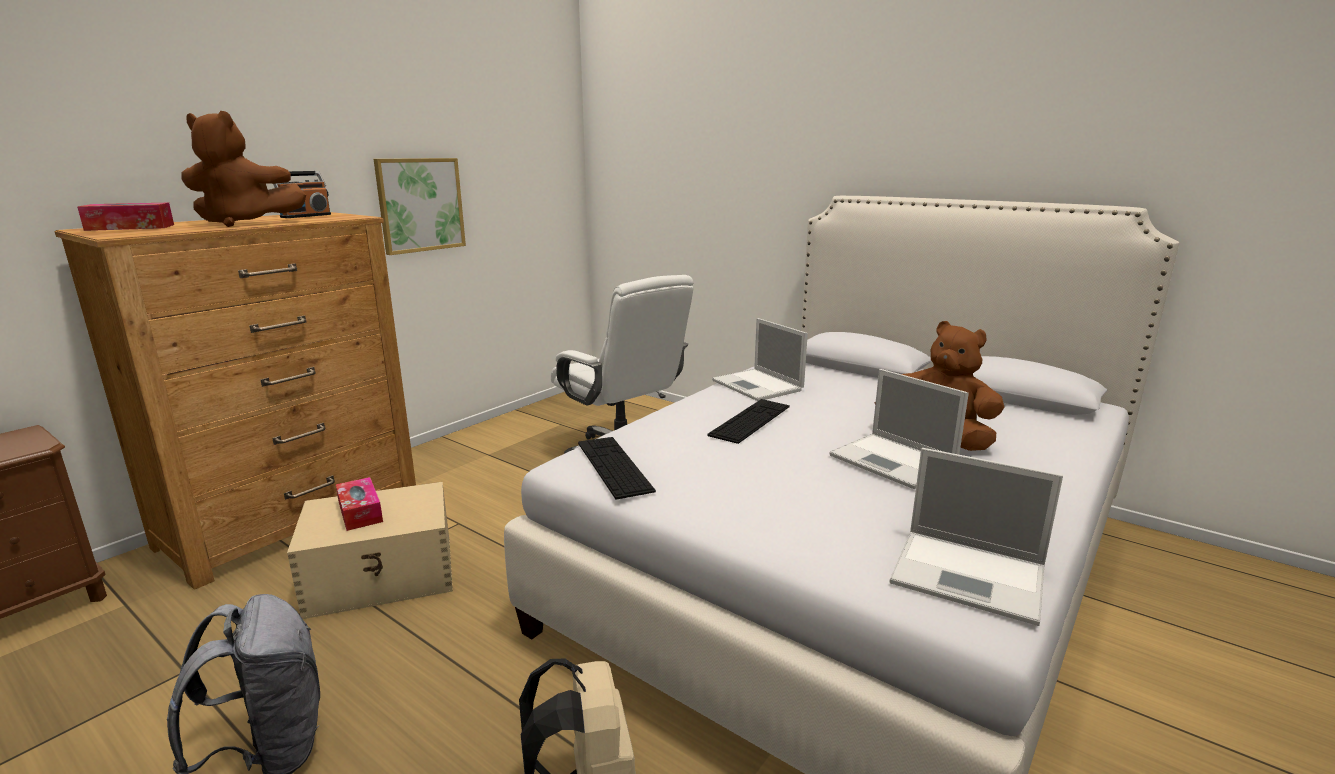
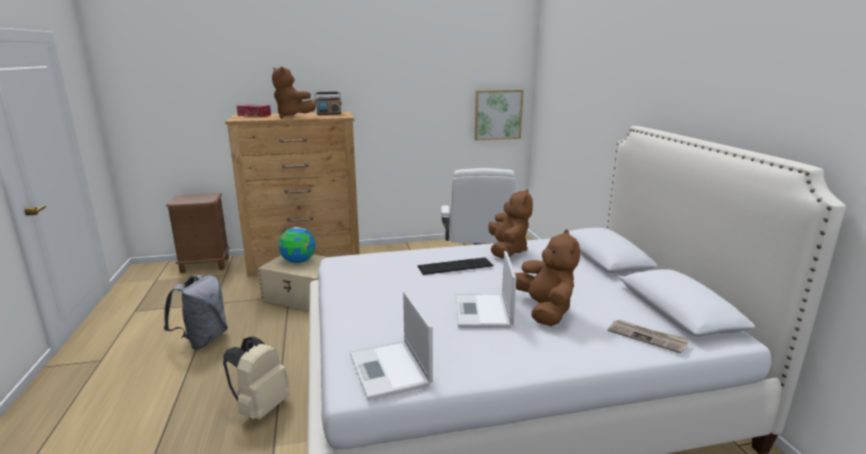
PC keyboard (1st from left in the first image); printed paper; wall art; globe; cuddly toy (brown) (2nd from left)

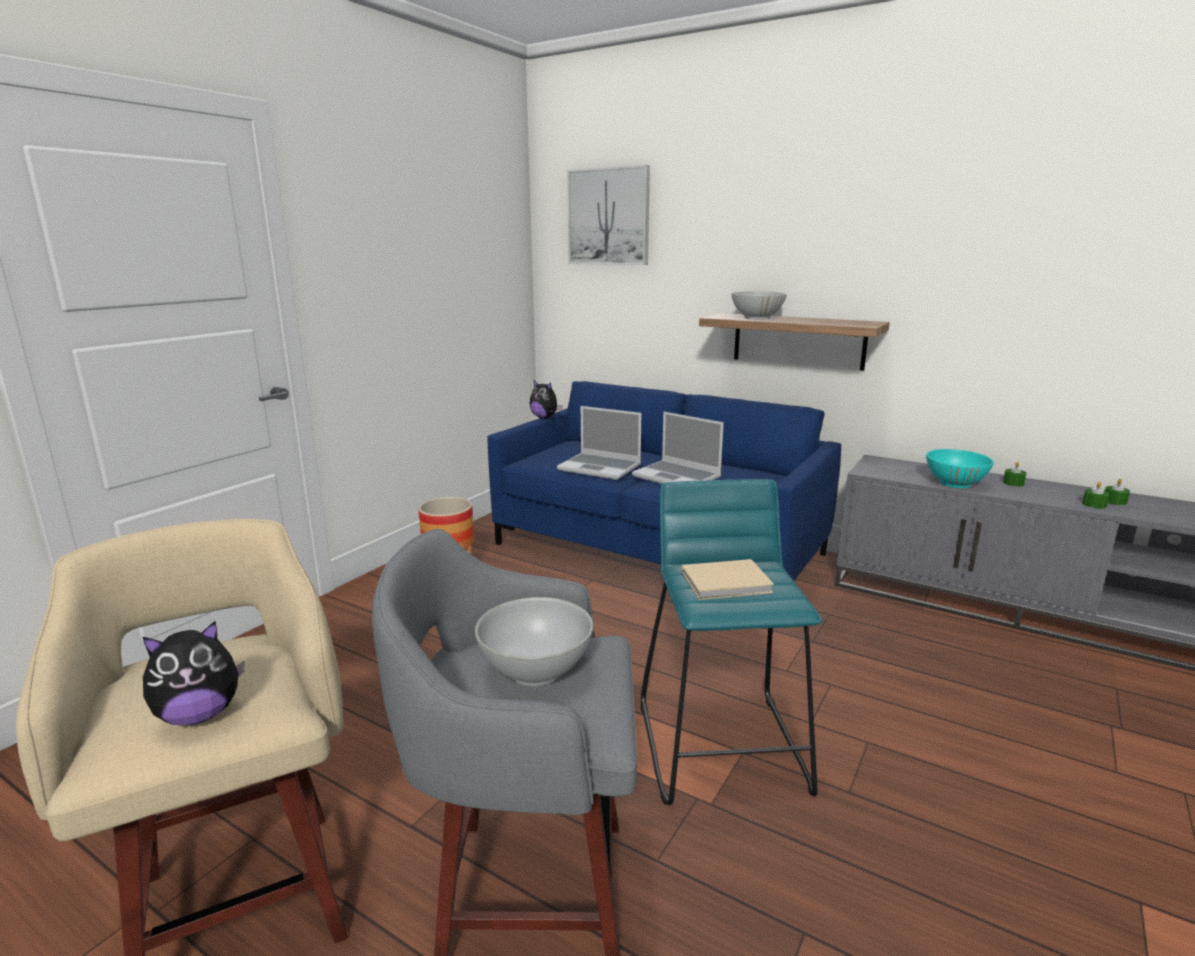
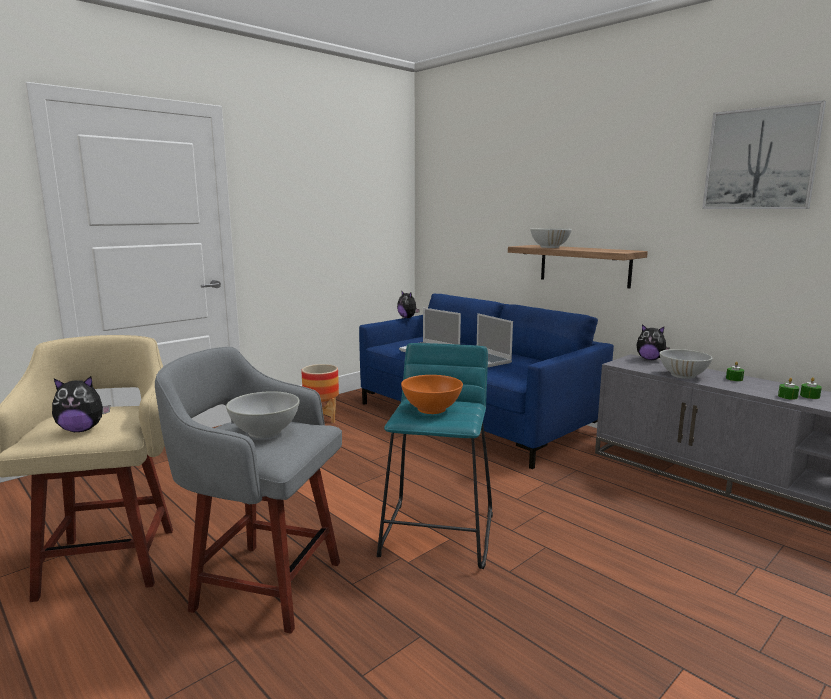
cuddly toy (3rd from left); wall art; serving bowl (orangey); serving bowl (whitish) (3rd from left)

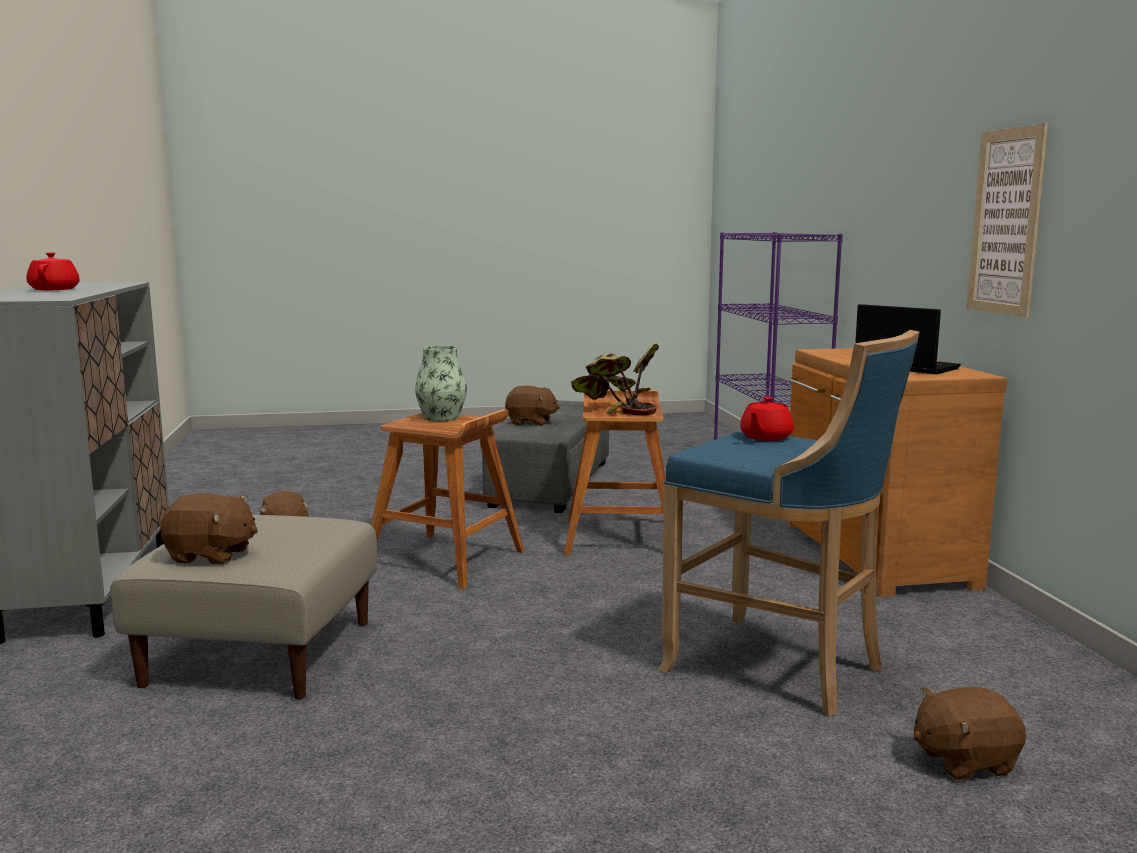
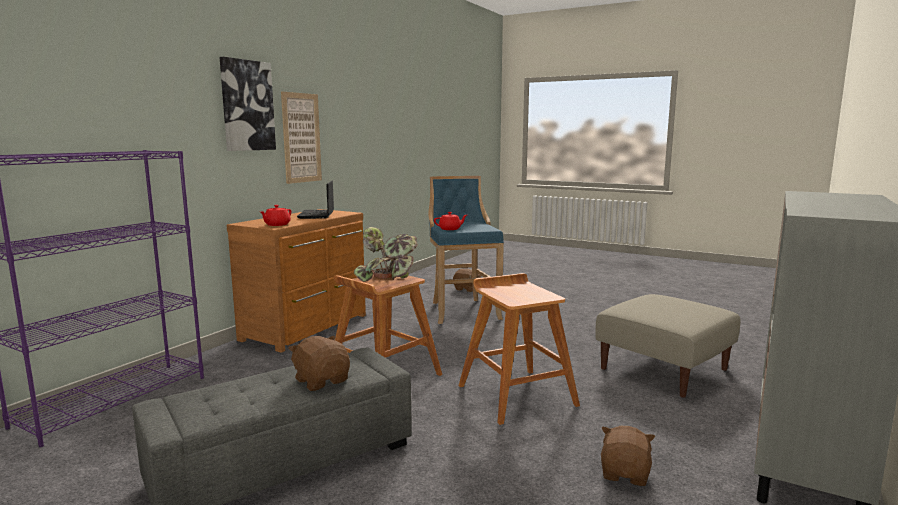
cuddly toy (brown) (1st from left in the first image); flower vase; wall art (1st from left); tea pot (red) (1st from left)

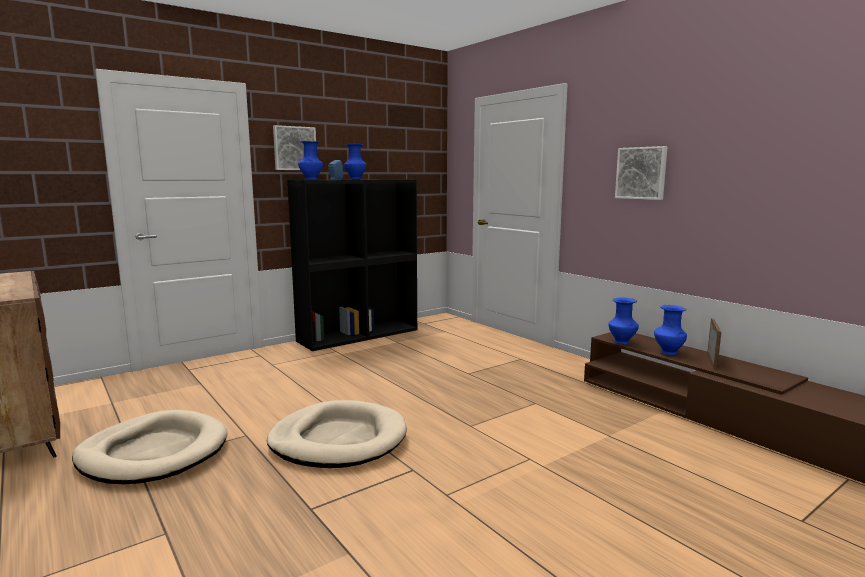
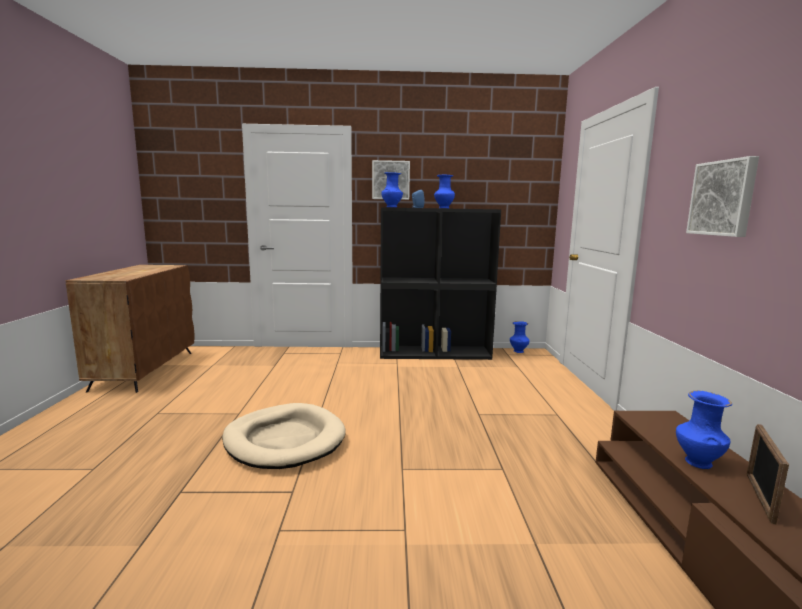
pet bed (beige-coloured) (1st from left in the first image); flower vase (blue) (3rd from left); standing frame

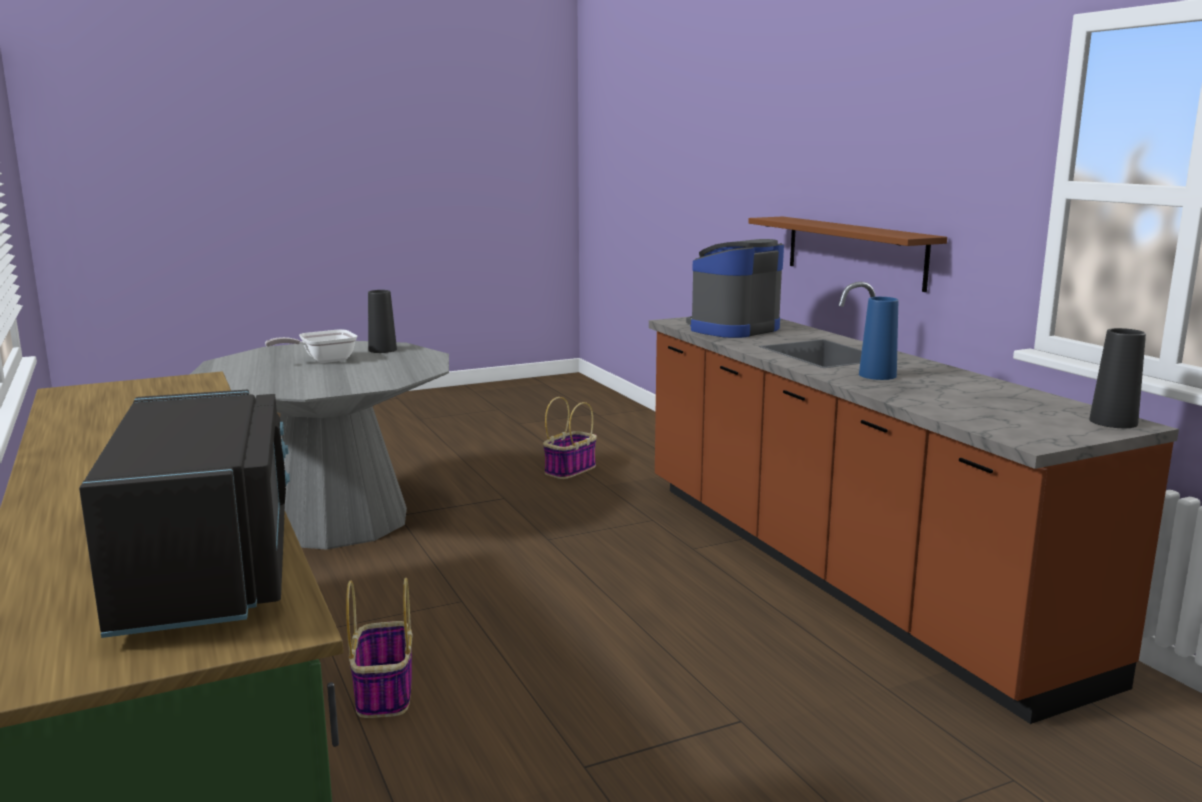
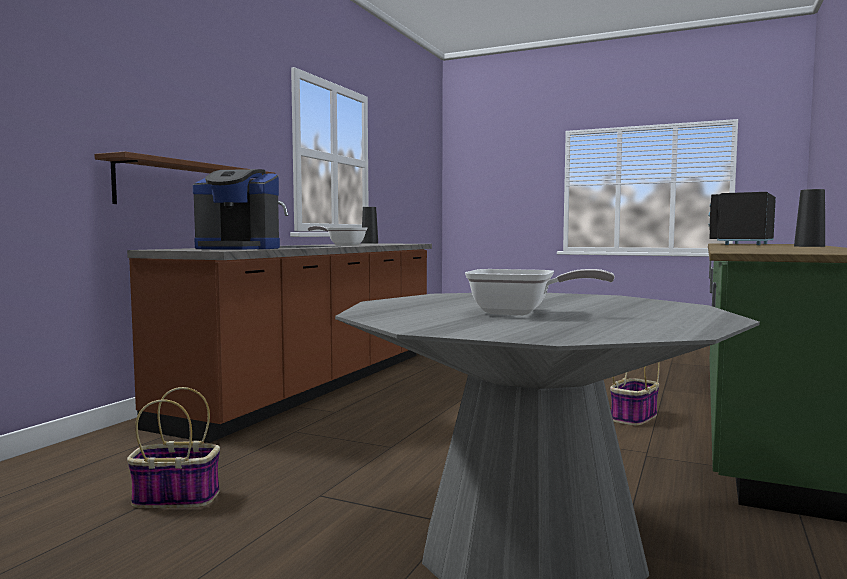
flower vase (black-coloured) (2nd from left); pan (1st from left)

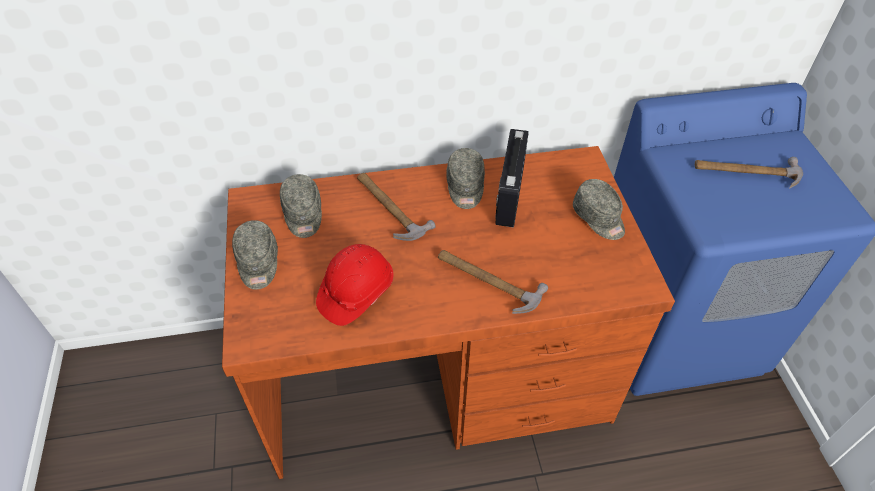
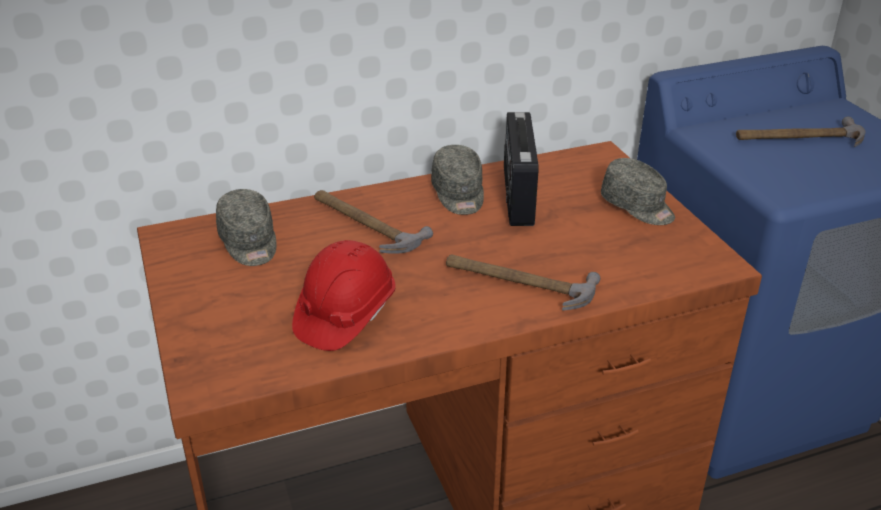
peaked cap (gray) (1st from left in the first image)

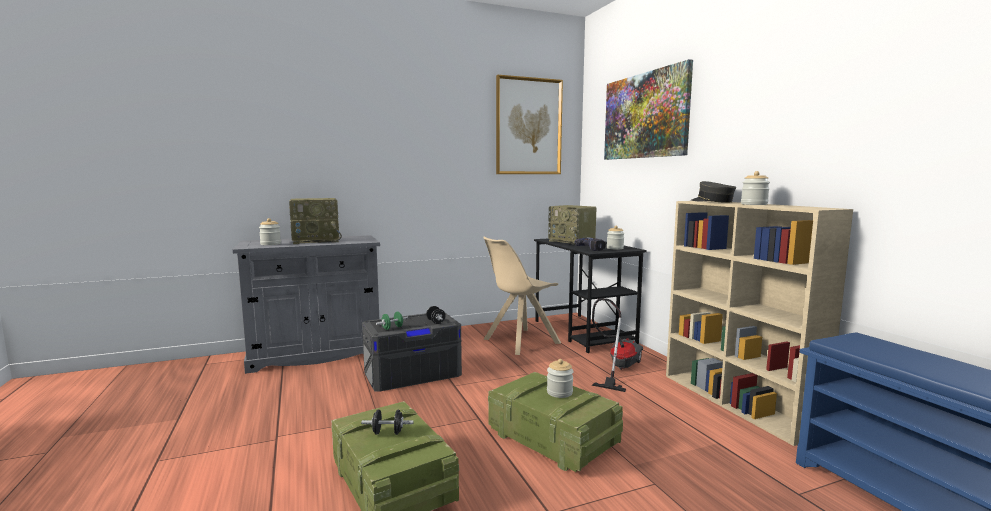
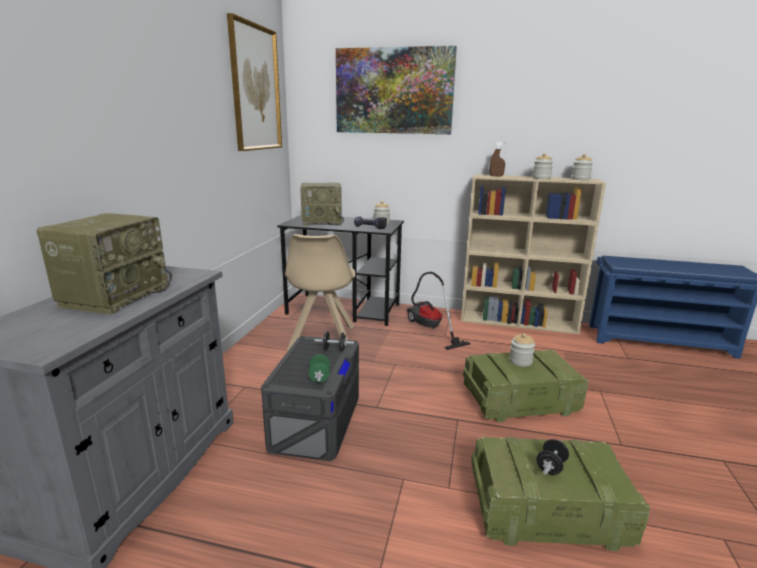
storage jar (4th from left); hand sprayer (brown)

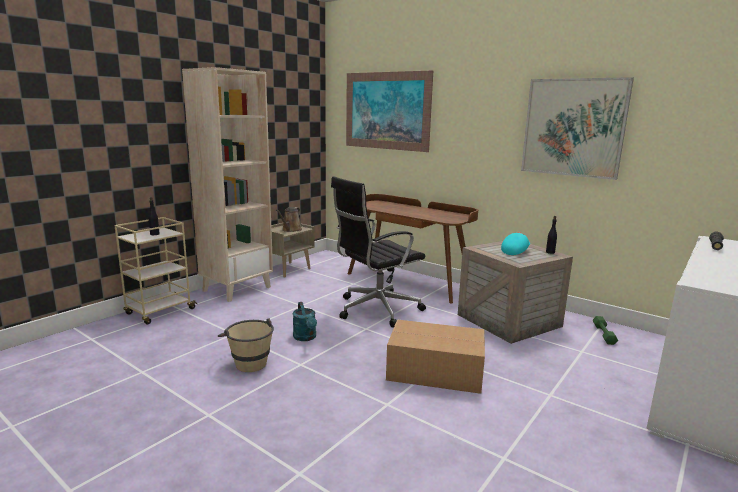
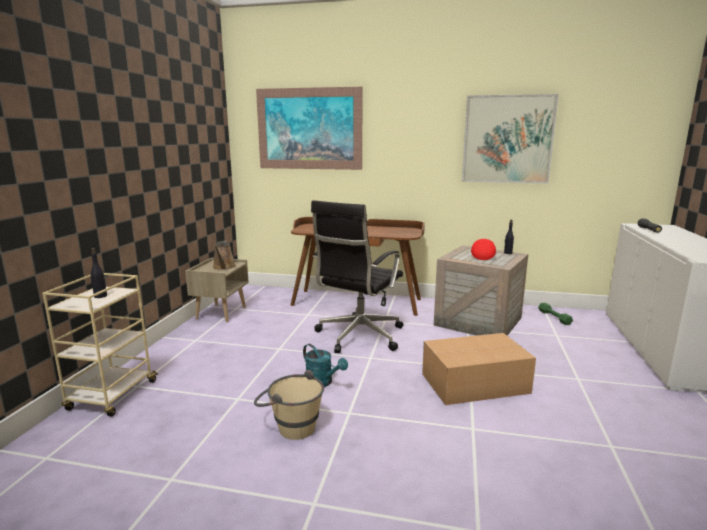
bookcase (beige-coloured); peaked cap (red)

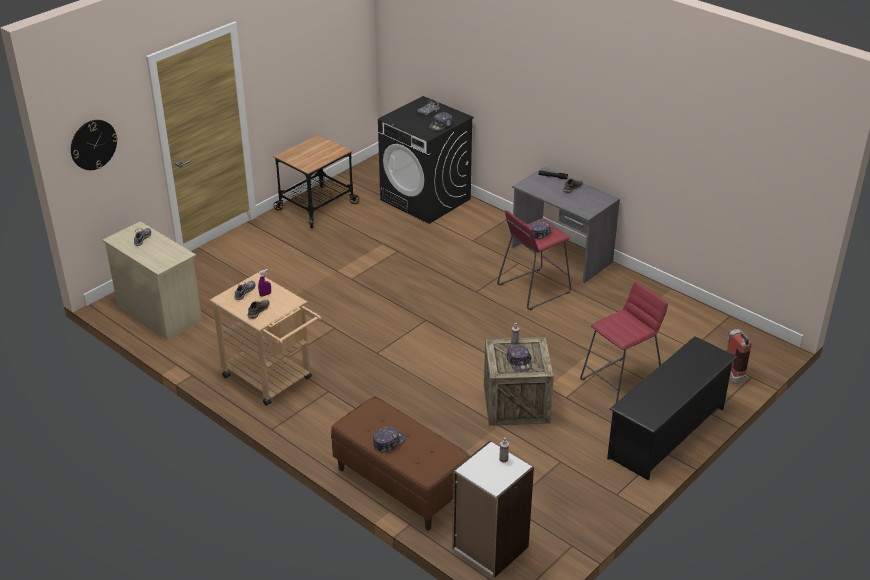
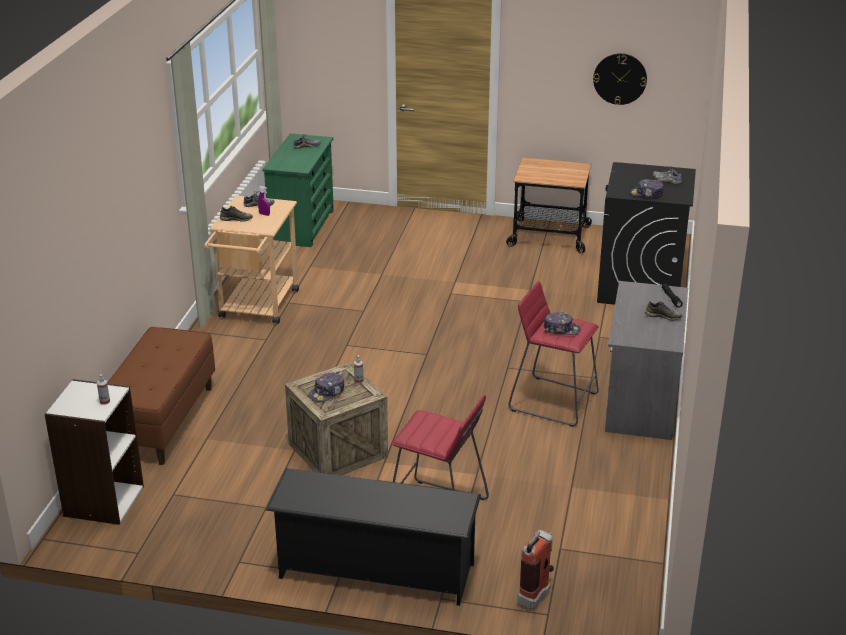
peaked cap (1st from left in the first image); hanging clock; dresser (greenish)

